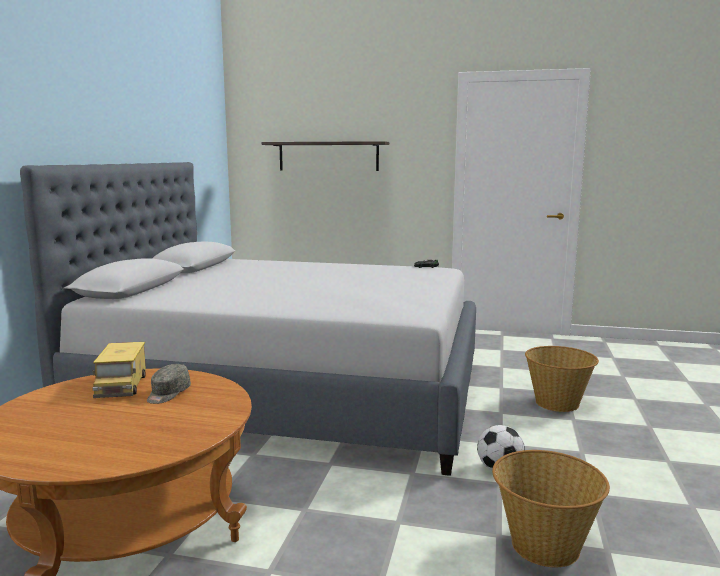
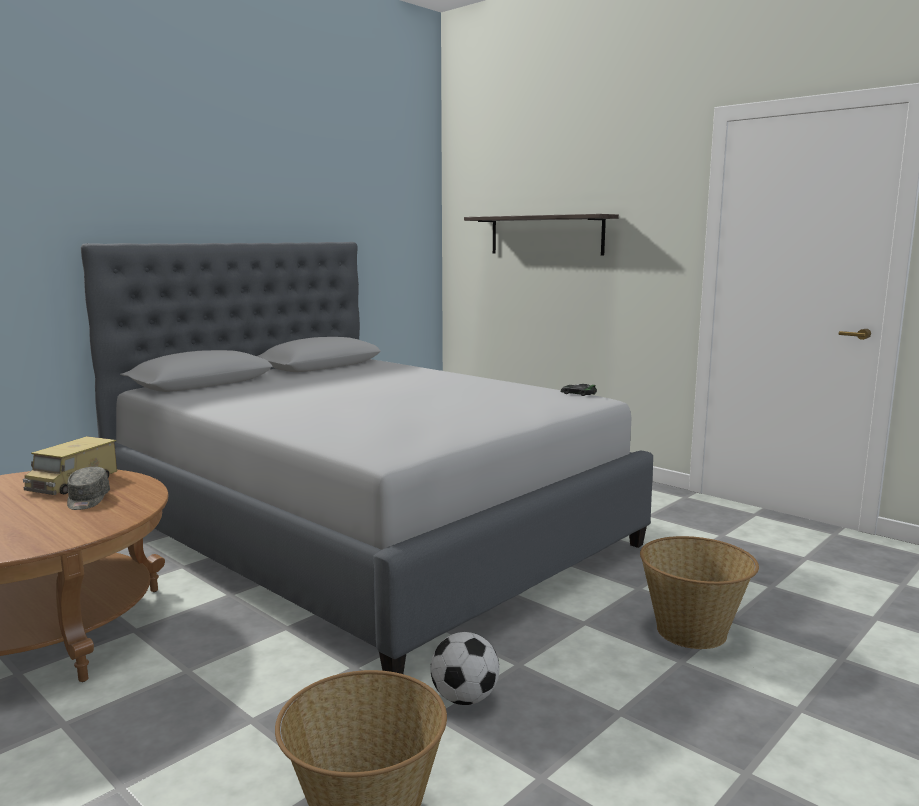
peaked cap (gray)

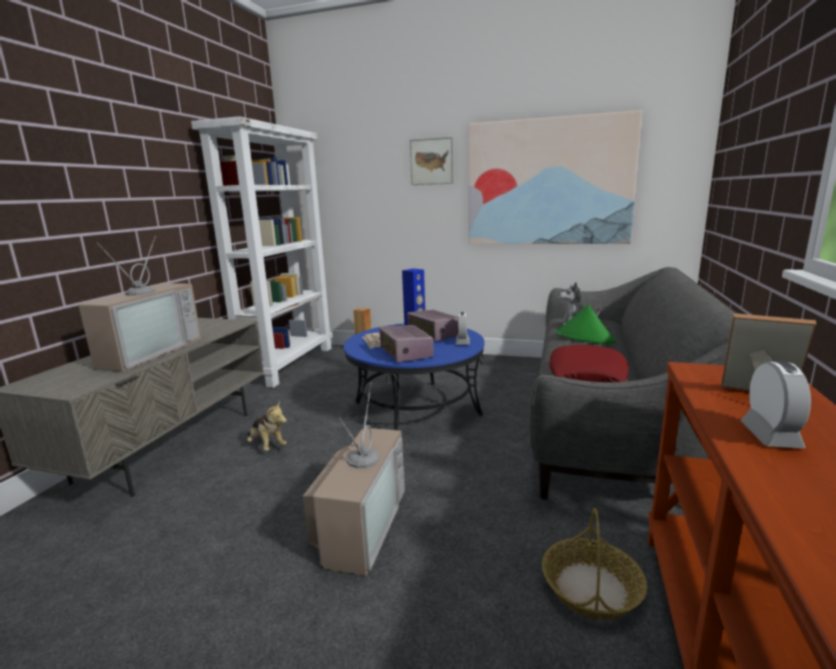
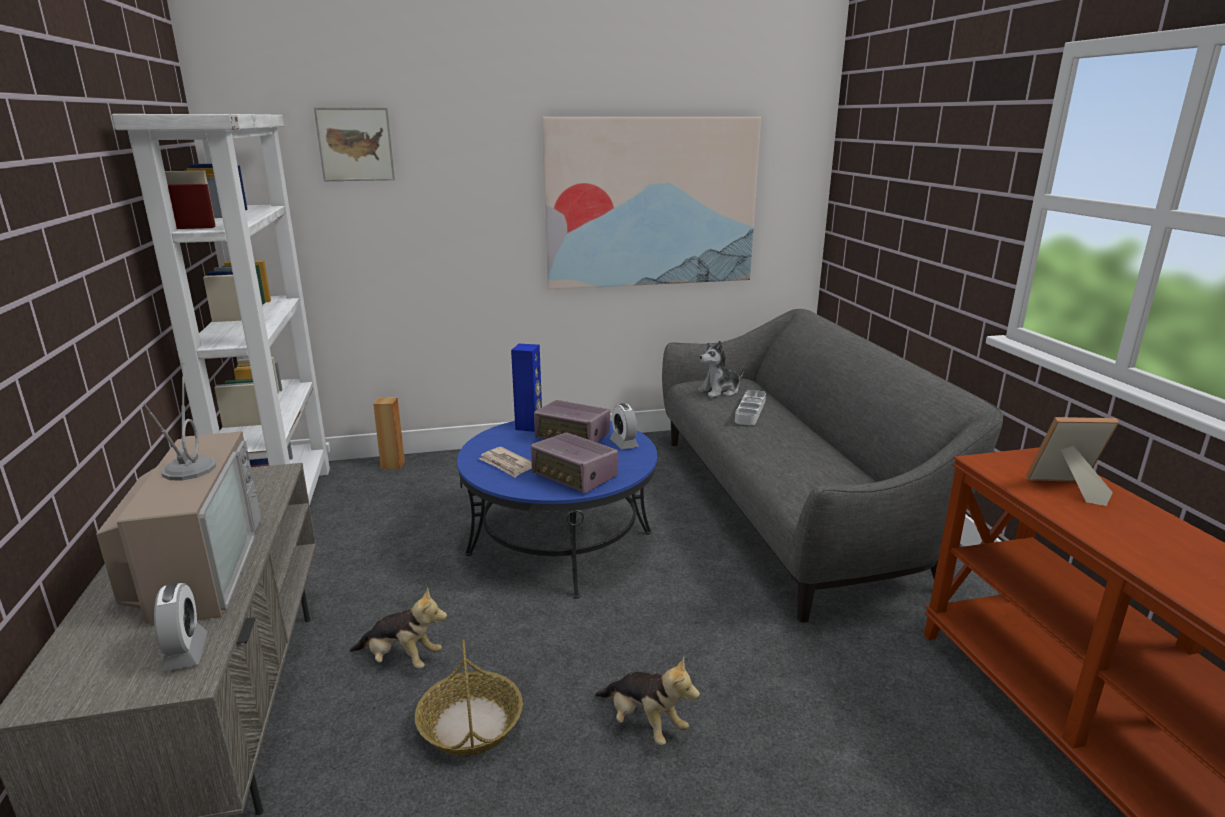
pillow (red); wall art (1st from left); basket; bedside clock (1st from left); cuddly toy (2nd from left); carrying tray (gray)

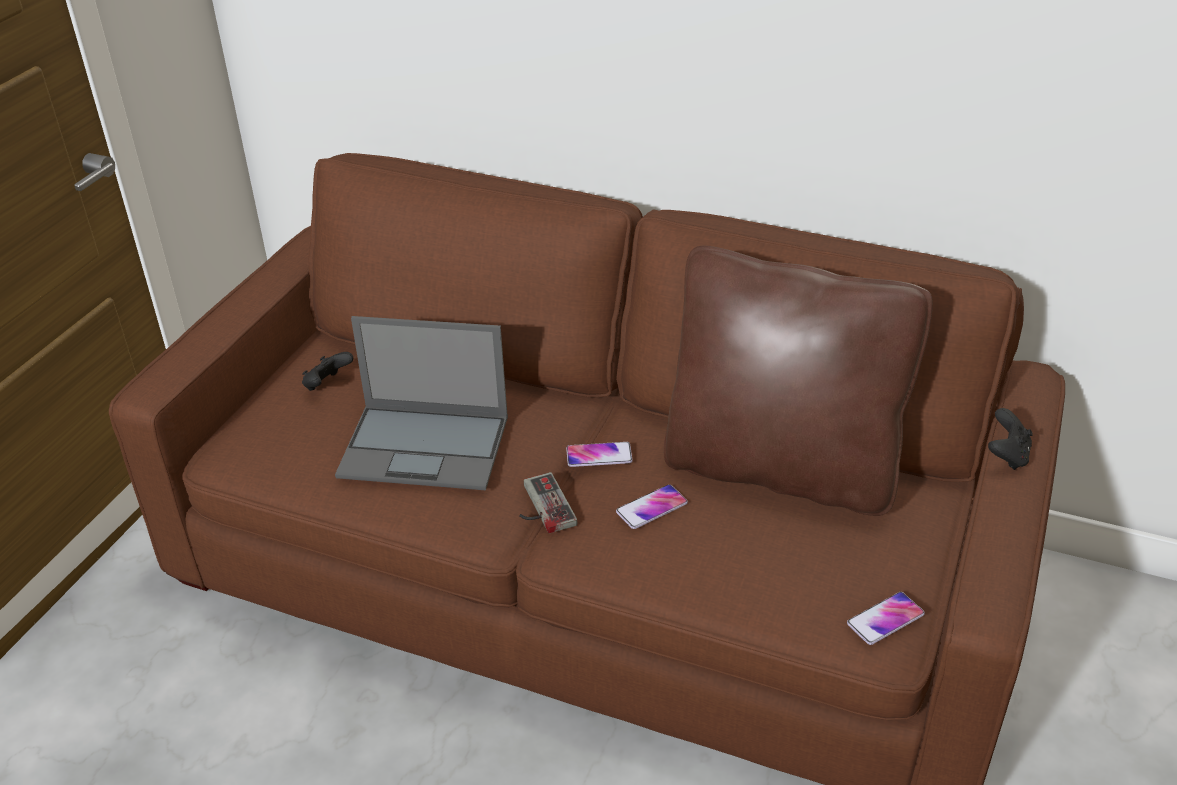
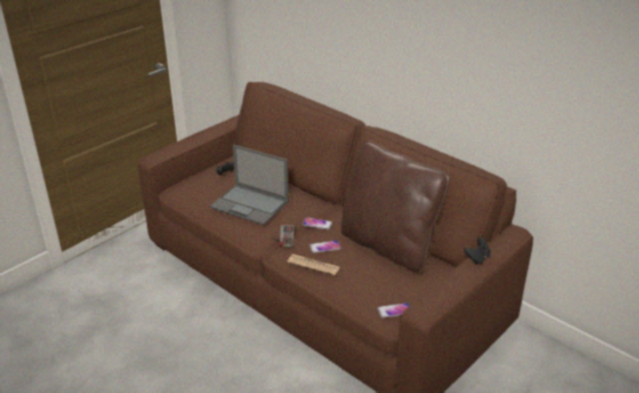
printed paper

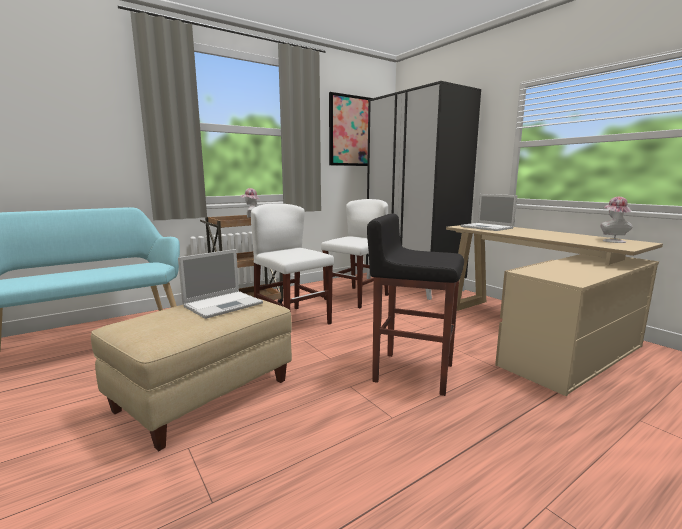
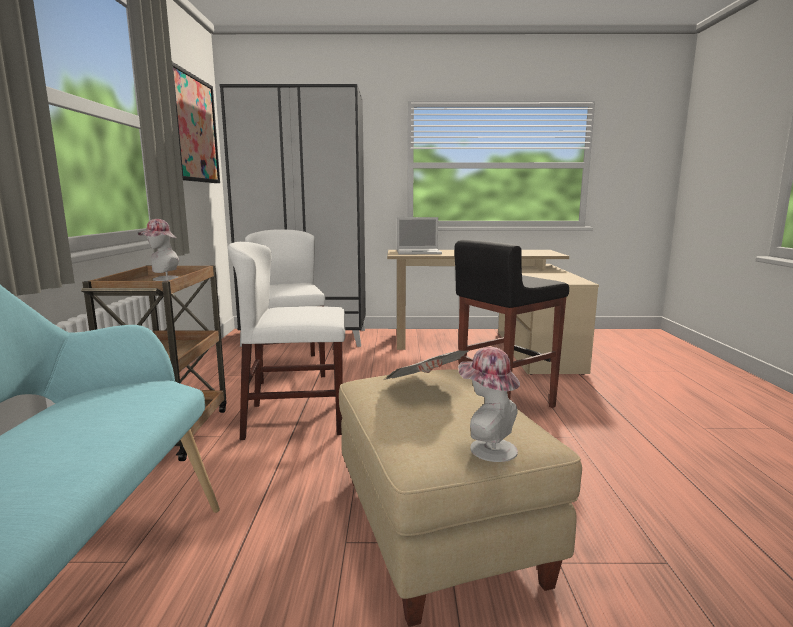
clothing hat (2nd from left); printed paper

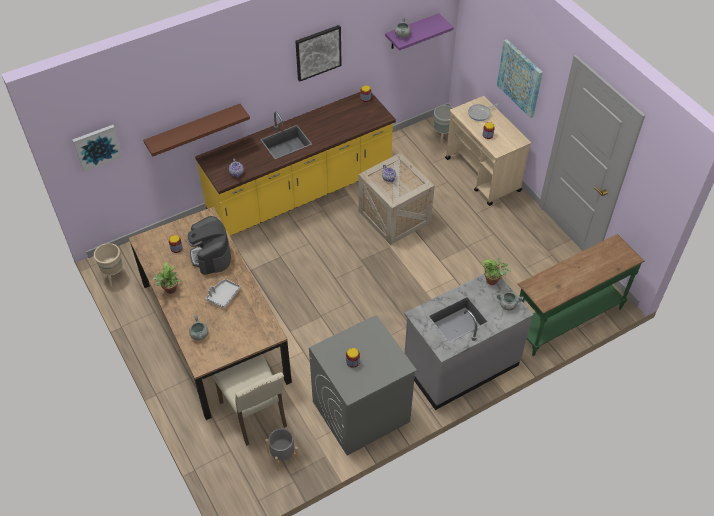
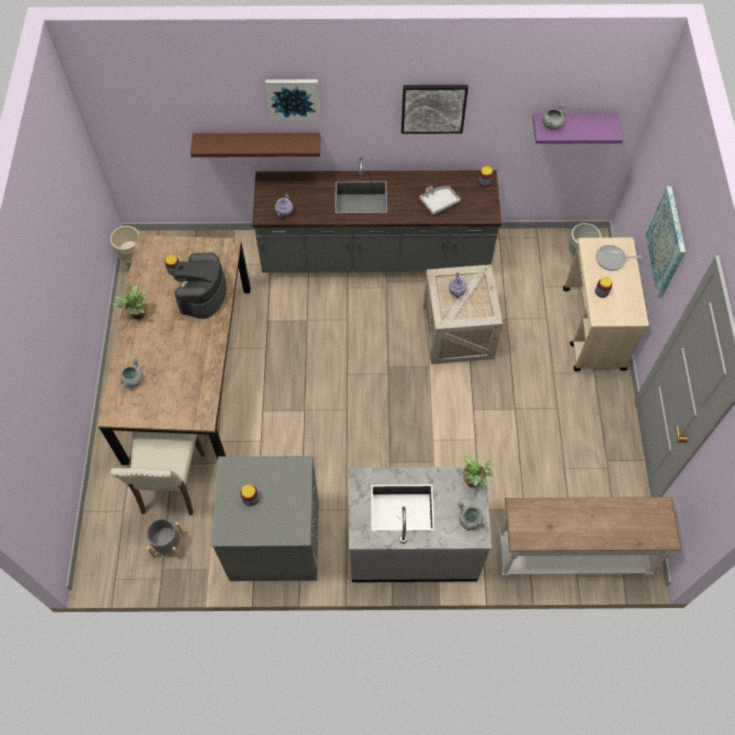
wall art (1st from left); carrying tray (gray); counter (gray) (1st from left); hall table (whitish)

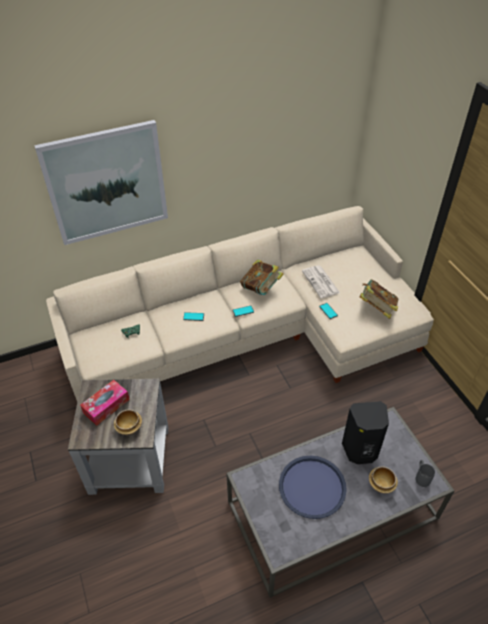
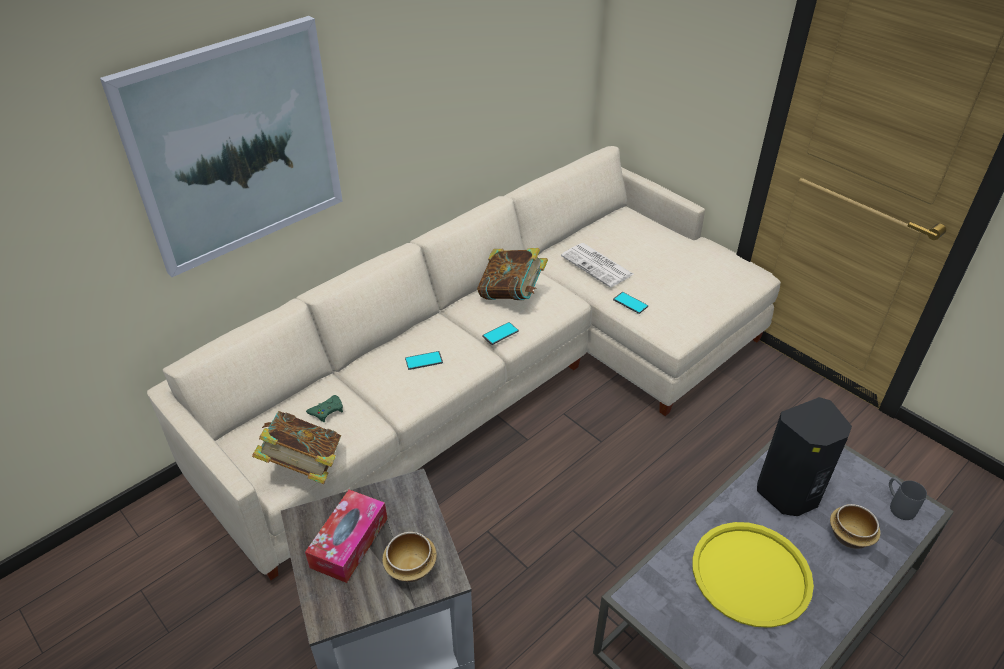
bound book (1st from left); carrying tray (yellowish)

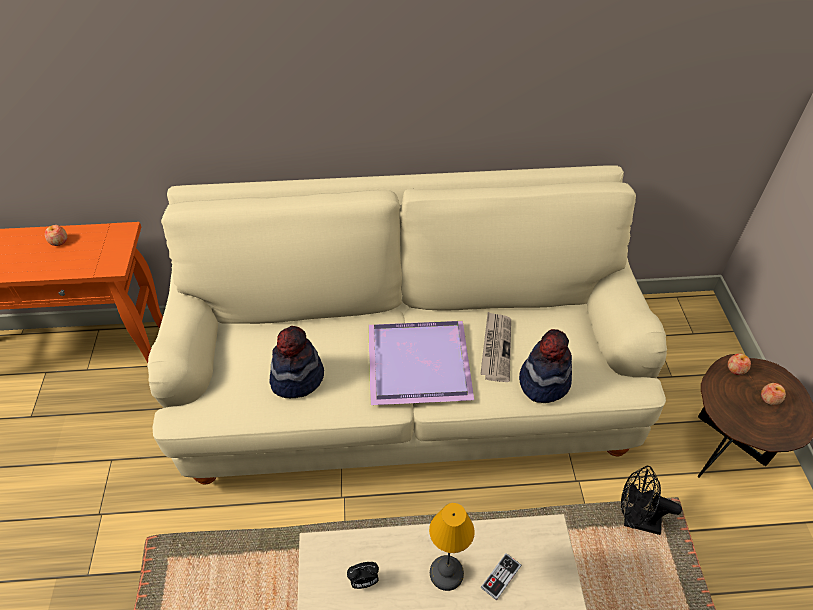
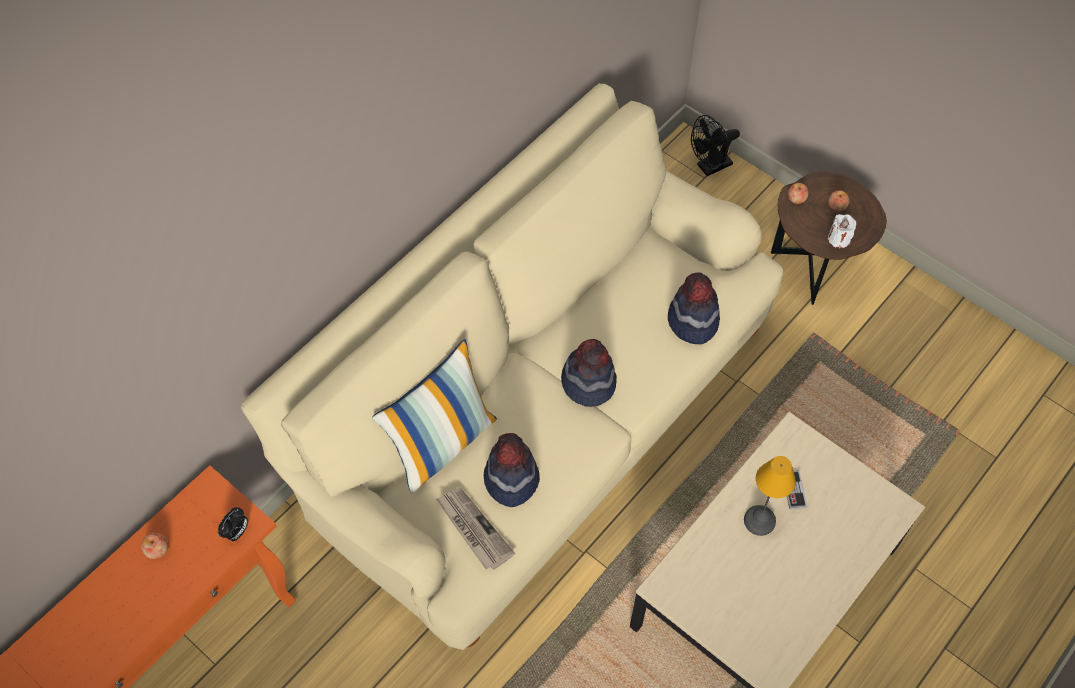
pillow; wax light (whitish); bedside clock; printed paper; electric fan (black-coloured); clothing hat (2nd from left)

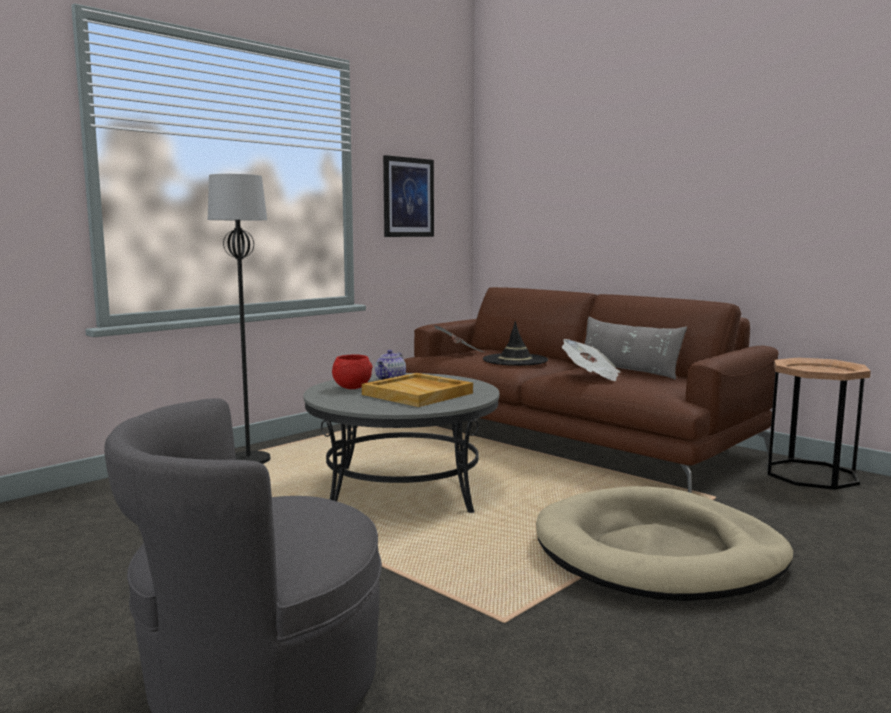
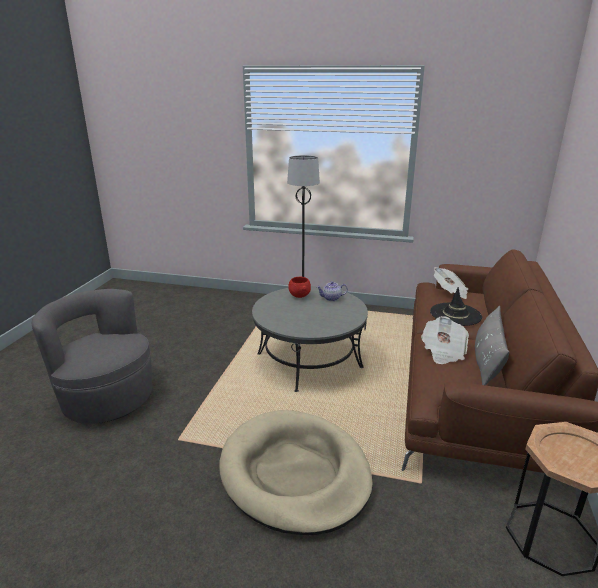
carrying tray (beige-coloured); wall art

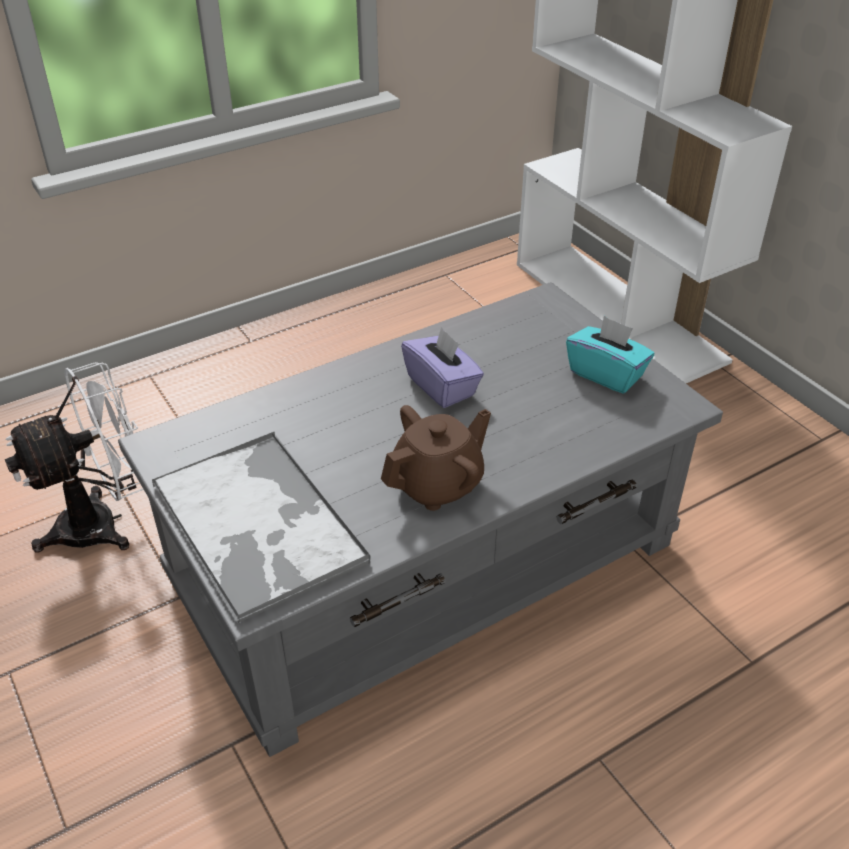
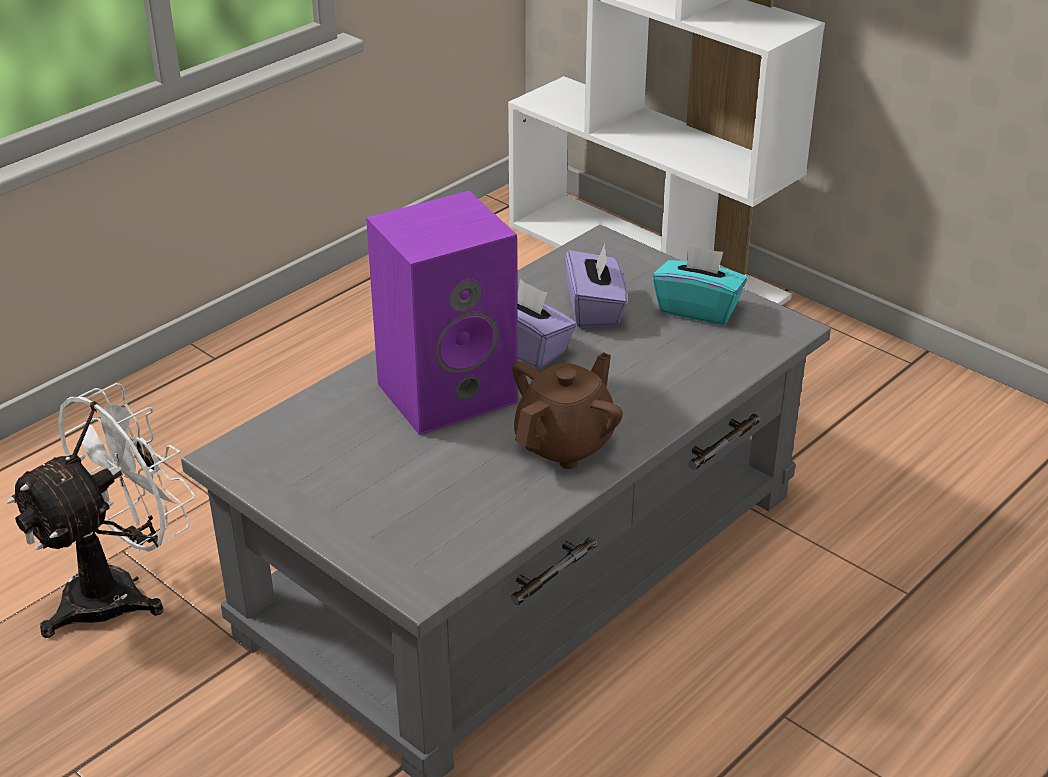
carrying tray; loudspeaker (purple-coloured); tissue box (purple-coloured) (2nd from left)

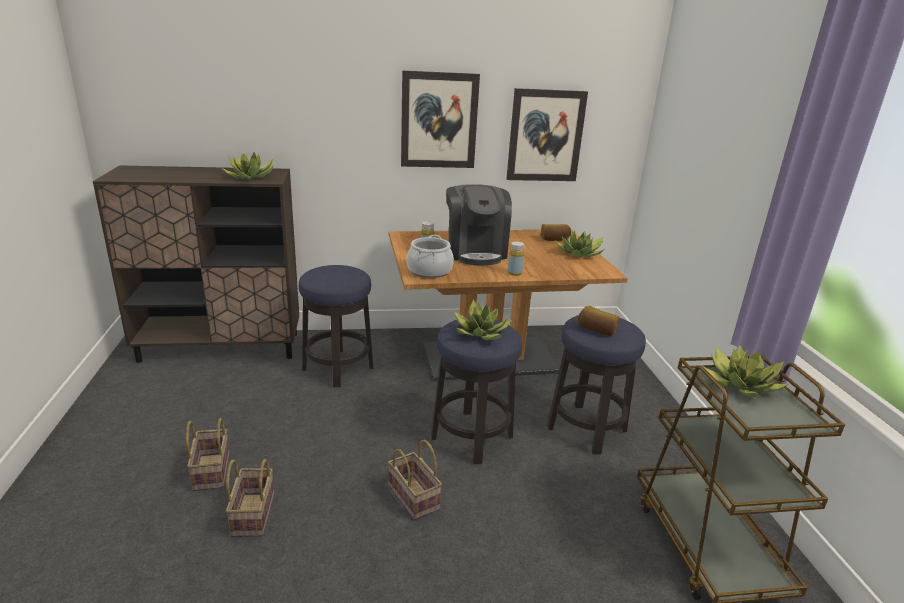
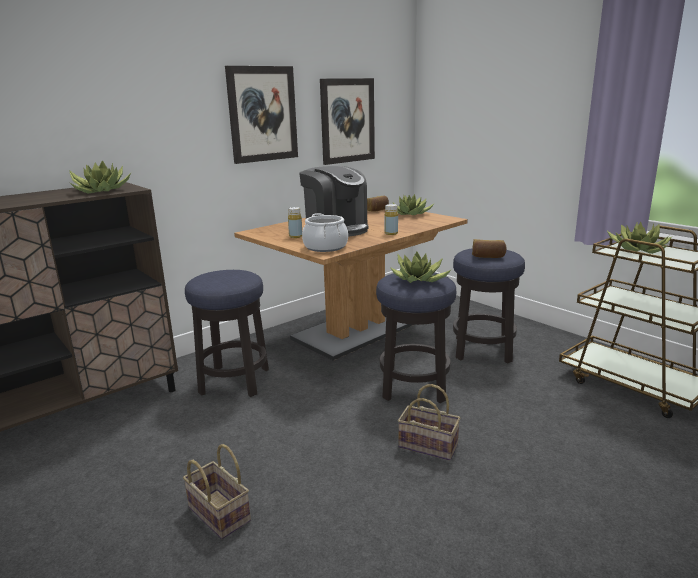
basket (2nd from left in the first image)

